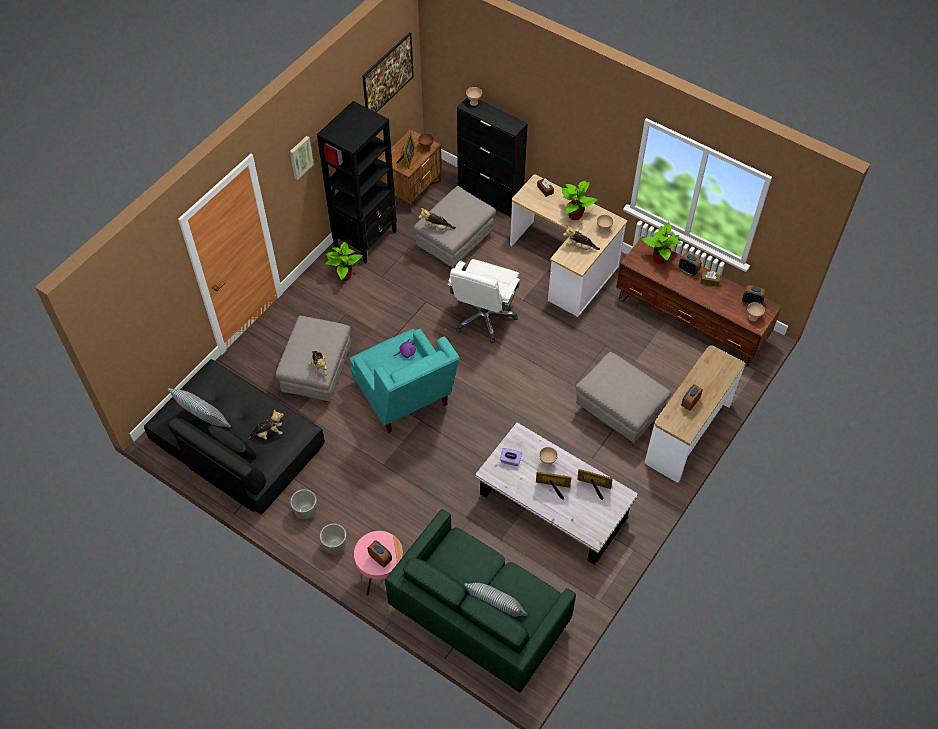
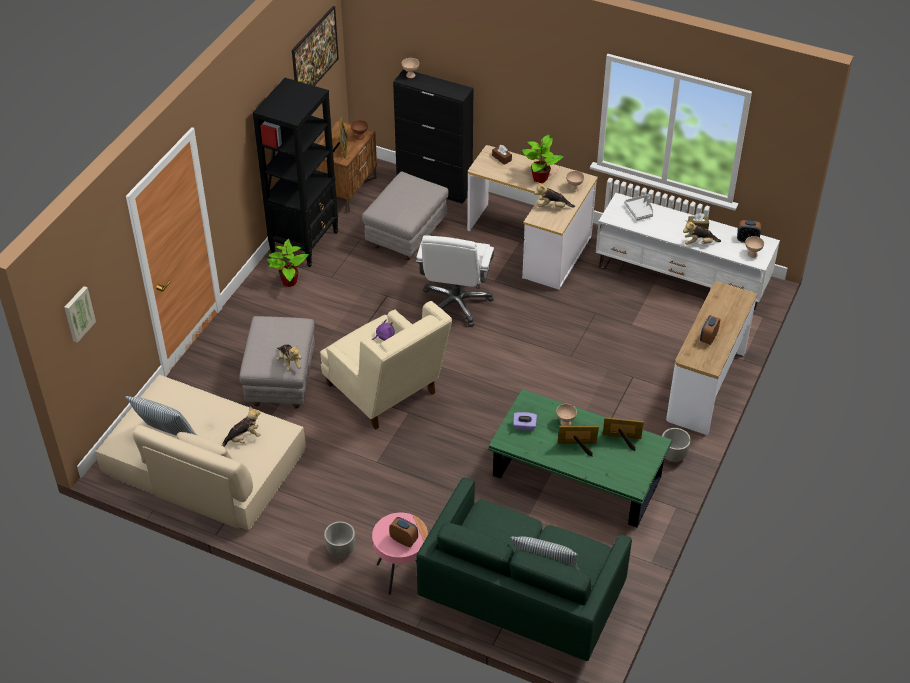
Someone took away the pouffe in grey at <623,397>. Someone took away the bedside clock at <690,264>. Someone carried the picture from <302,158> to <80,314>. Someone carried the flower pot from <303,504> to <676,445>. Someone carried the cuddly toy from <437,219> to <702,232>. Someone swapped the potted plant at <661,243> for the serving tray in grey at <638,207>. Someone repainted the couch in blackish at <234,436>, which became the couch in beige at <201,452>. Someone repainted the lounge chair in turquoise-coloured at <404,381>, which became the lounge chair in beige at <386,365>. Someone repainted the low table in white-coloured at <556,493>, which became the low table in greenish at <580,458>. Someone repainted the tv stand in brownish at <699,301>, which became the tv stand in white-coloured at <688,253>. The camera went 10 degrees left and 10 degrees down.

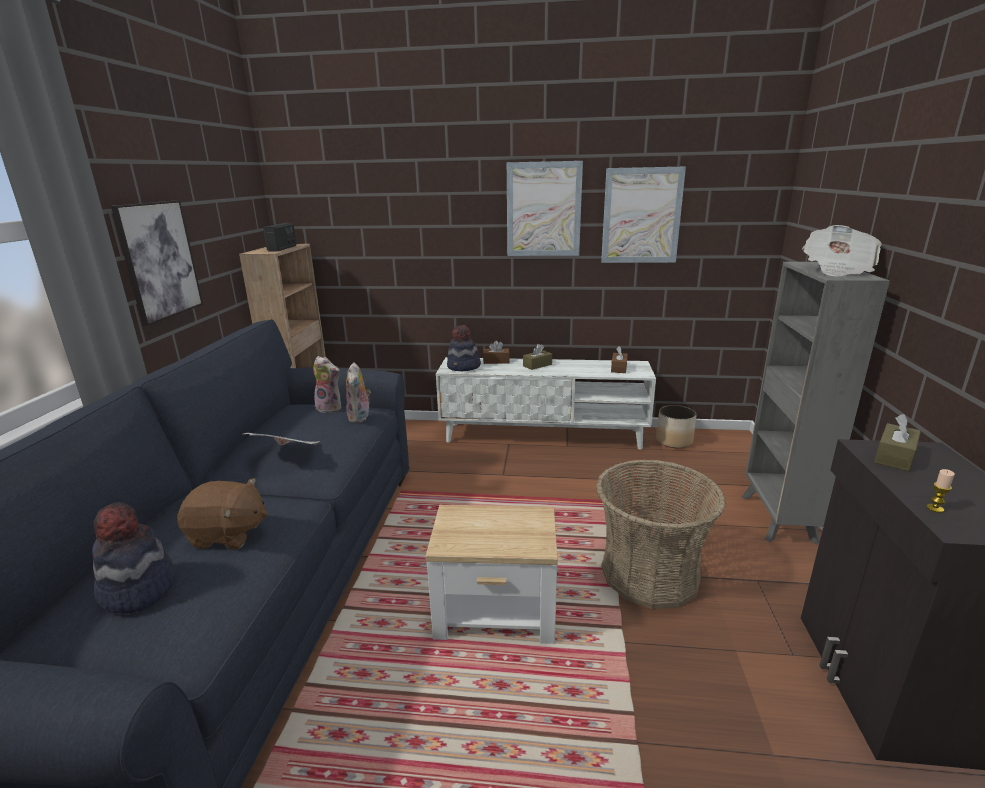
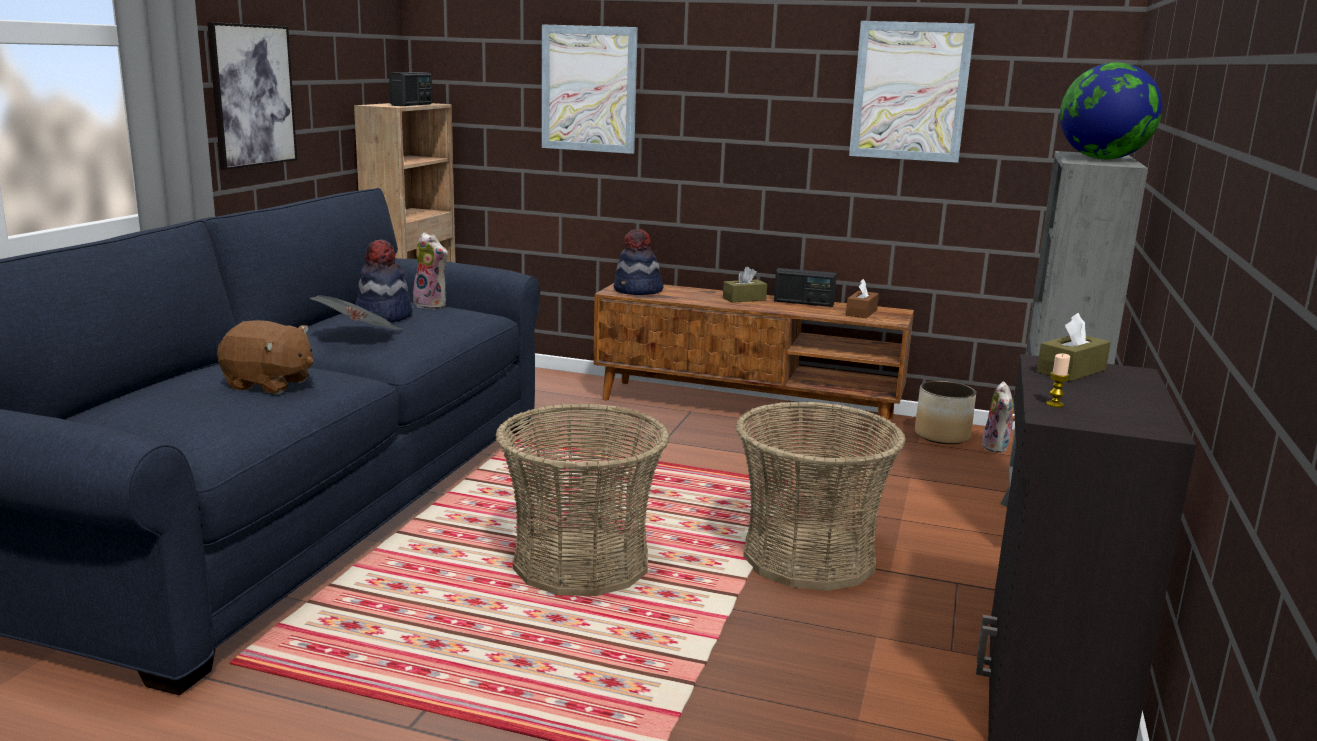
Someone took away the tissue box in brownish at <496,352>. Someone put down the radio at <805,287>. Someone carried the hat from <134,558> to <384,281>. Someone carried the cuddly toy from <358,392> to <998,417>. Someone carried the picture from <545,208> to <590,89>. Someone swapped the side table at <492,574> for the storage basket at <582,499>. Someone swapped the newspaper at <842,250> for the world globe at <1111,111>. Someone repainted the tv stand in white-coloured at <546,403>, which became the tv stand in brownish at <753,361>. The camera went 10 degrees right and 5 degrees down.

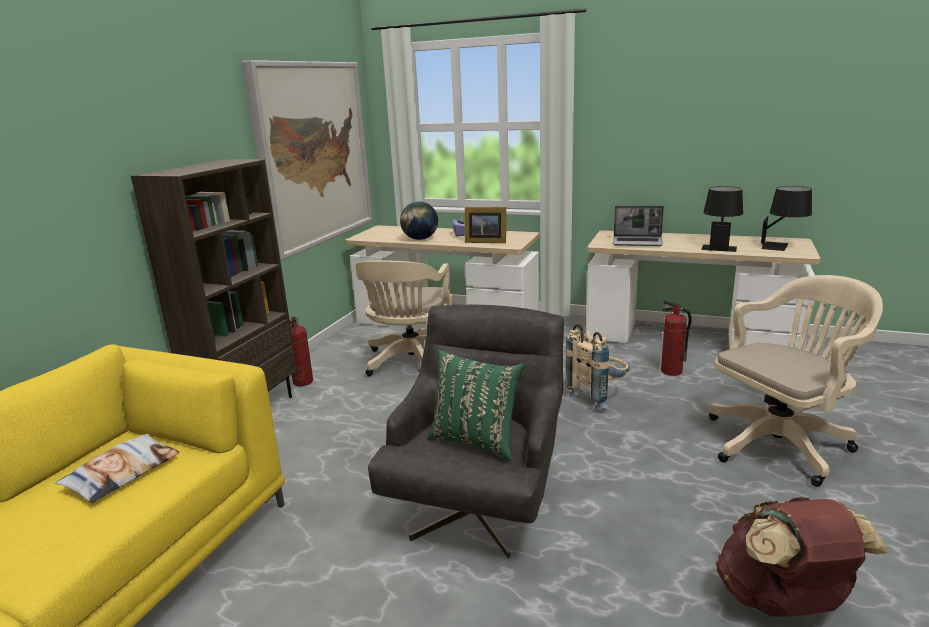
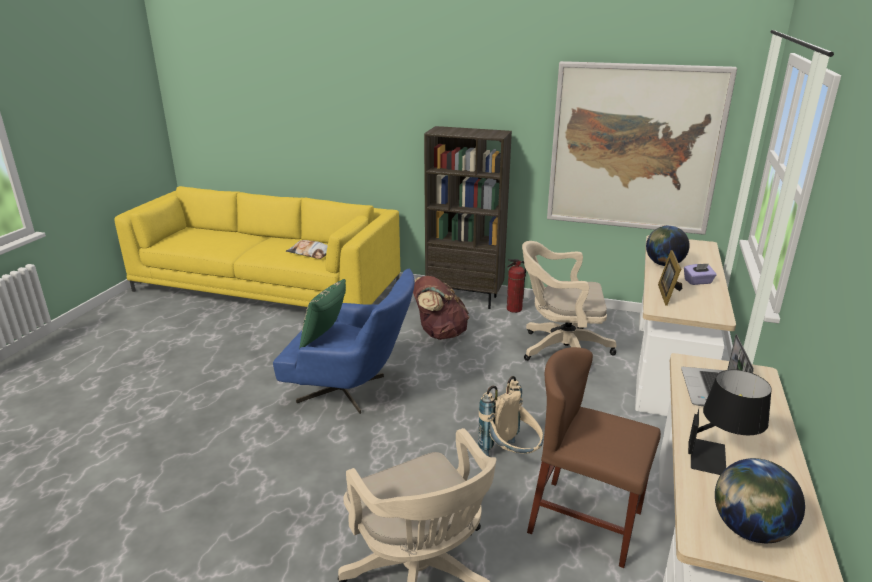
Someone carried the rucksack in brownish from <802,556> to <441,308>. Someone swapped the extinguisher at <676,338> for the upright chair in brownish at <594,457>. Someone swapped the tabletop lamp in blackish at <786,218> for the world globe at <760,500>. Someone repainted the lounge chair in grey at <466,431>, which became the lounge chair in bluish at <344,341>. The camera went 85 degrees right and 5 degrees up.

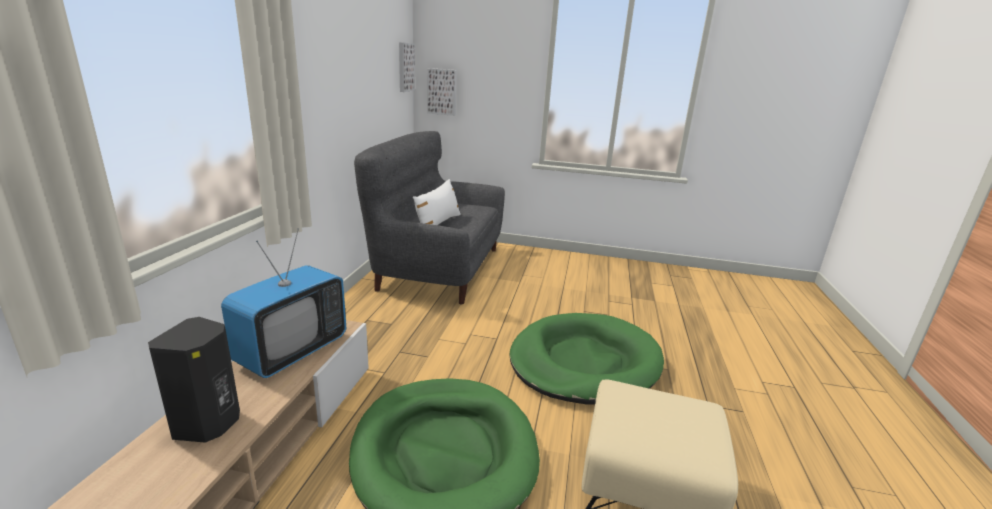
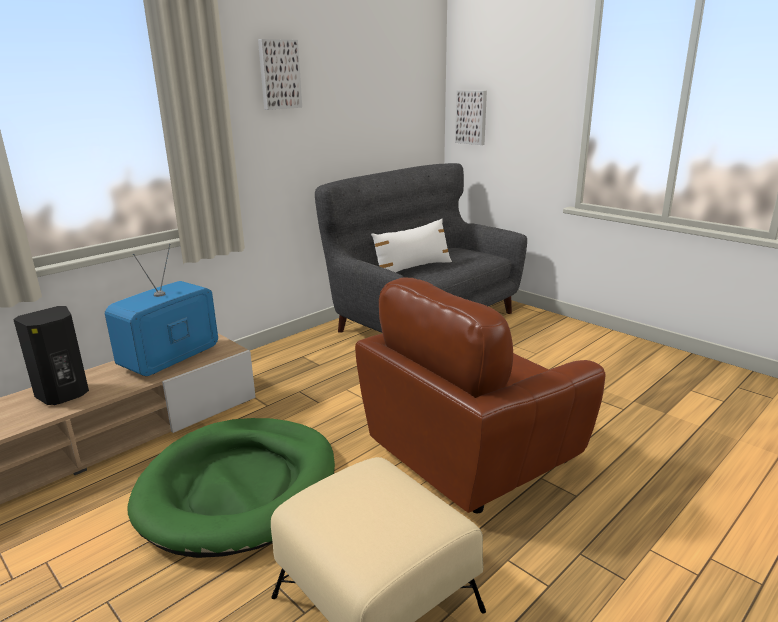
Someone carried the picture from <407,67> to <280,74>. Someone swapped the dog cushion in greenish at <587,359> for the lounge chair in brownish at <480,395>. Someone rotated the television at <283,303> by 150 degrees clockwise. The camera went 35 degrees right and 0 degrees up.

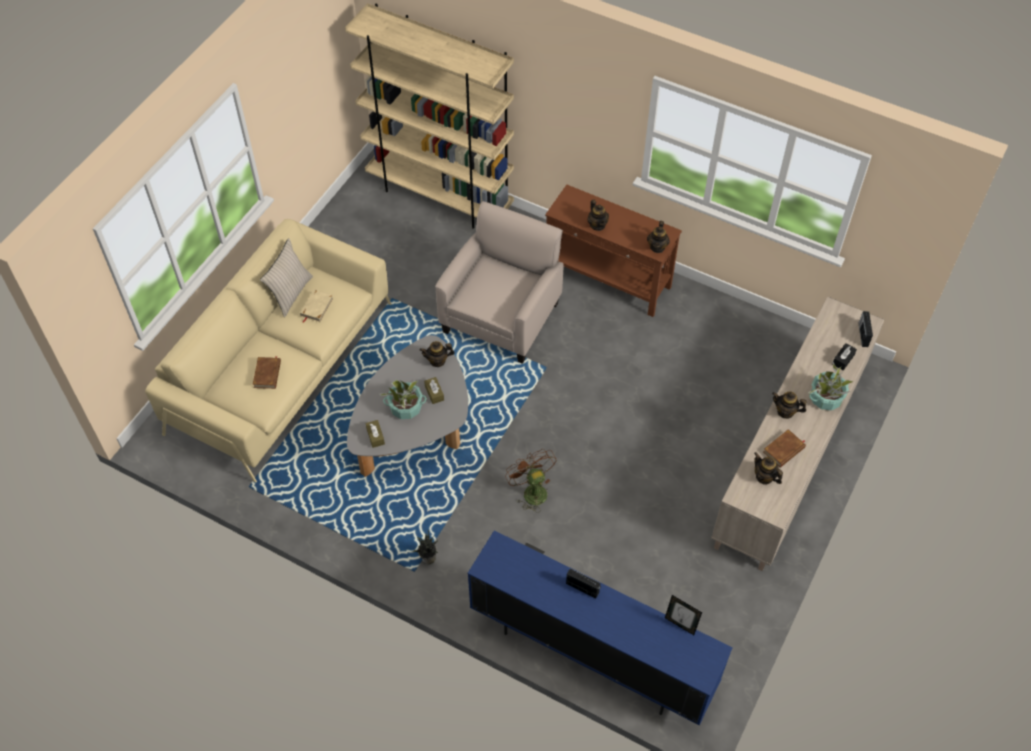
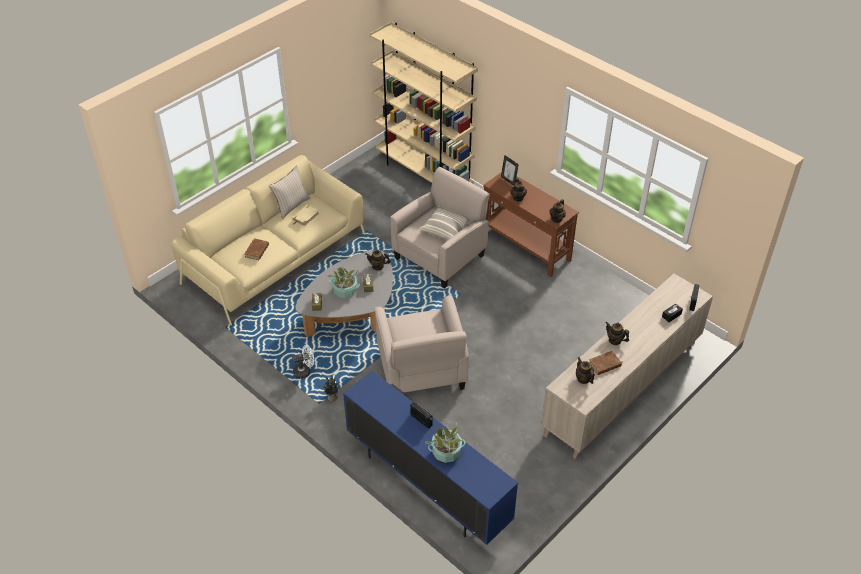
Someone put down the cooling fan in white-coloured at <303,362>. Someone put down the throw pillow at <444,223>. Someone carried the standing frame from <683,615> to <510,170>. Someone carried the potted plant from <831,386> to <445,443>. Someone swapped the cooling fan in brownish at <530,481> for the lounge chair in beige at <422,344>. The camera went 15 degrees right and 10 degrees down.

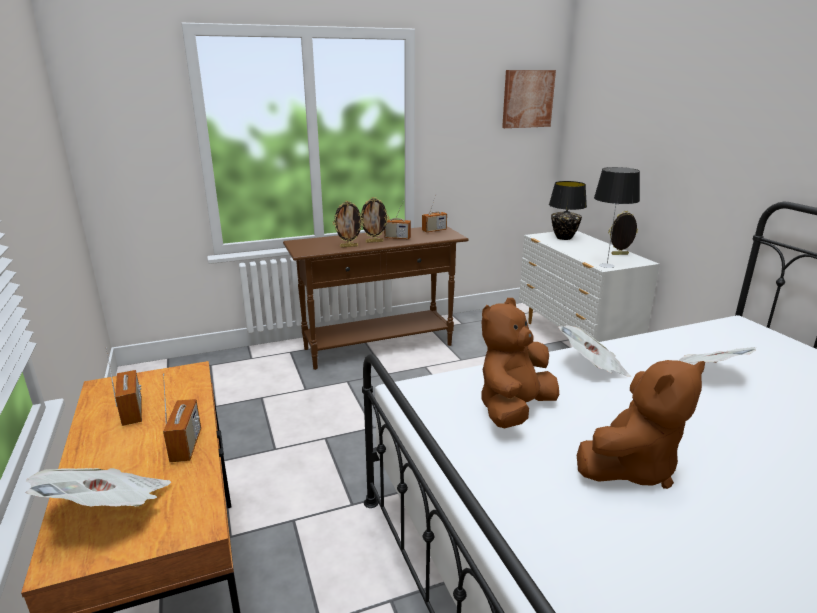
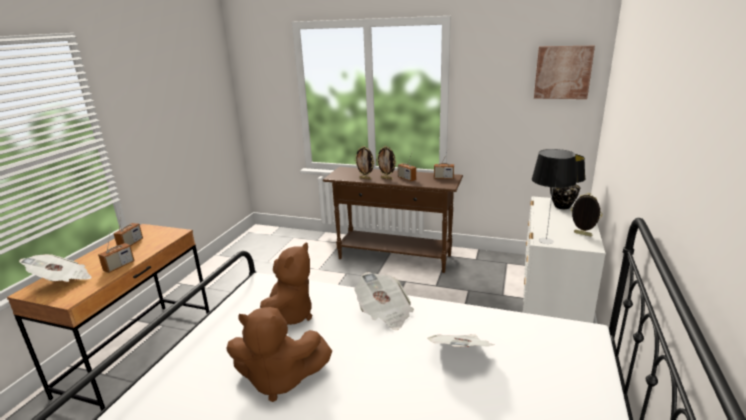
Someone rotated the cuddly toy in brownish at <520,363> by 120 degrees clockwise. The camera went 40 degrees right and 0 degrees up.

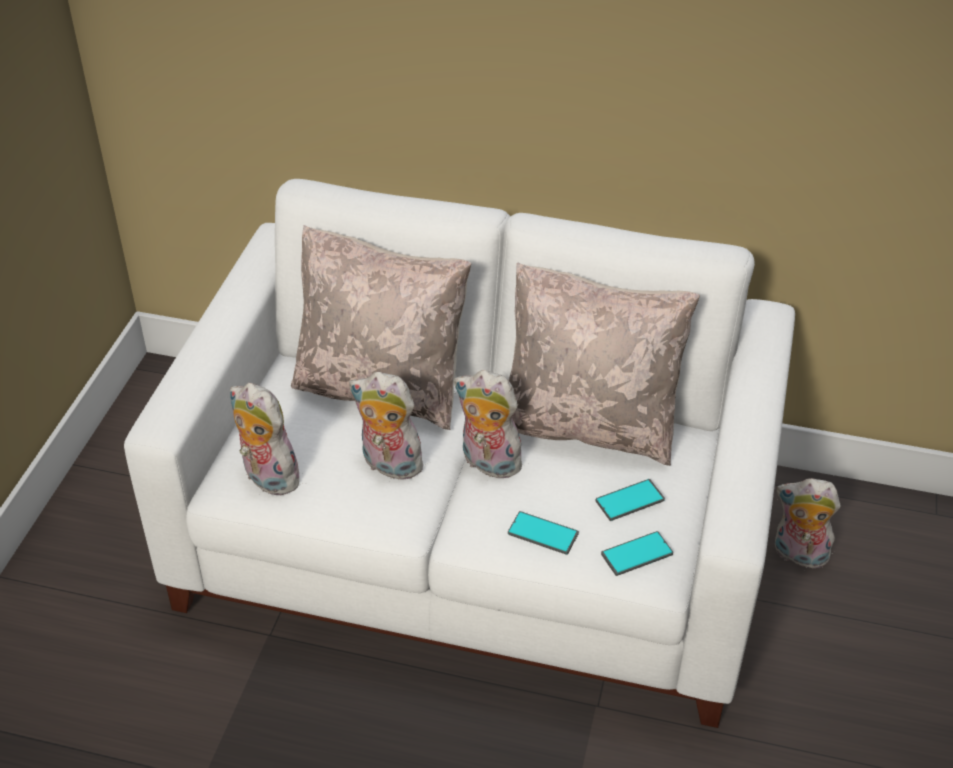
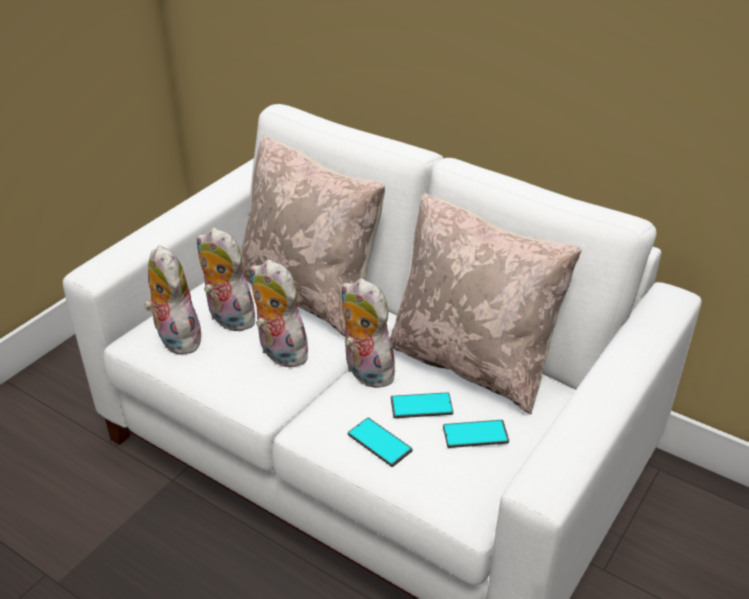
Someone carried the handset from <637,553> to <422,405>. Someone carried the cuddly toy from <808,523> to <226,279>. The camera went 20 degrees right and 5 degrees down.

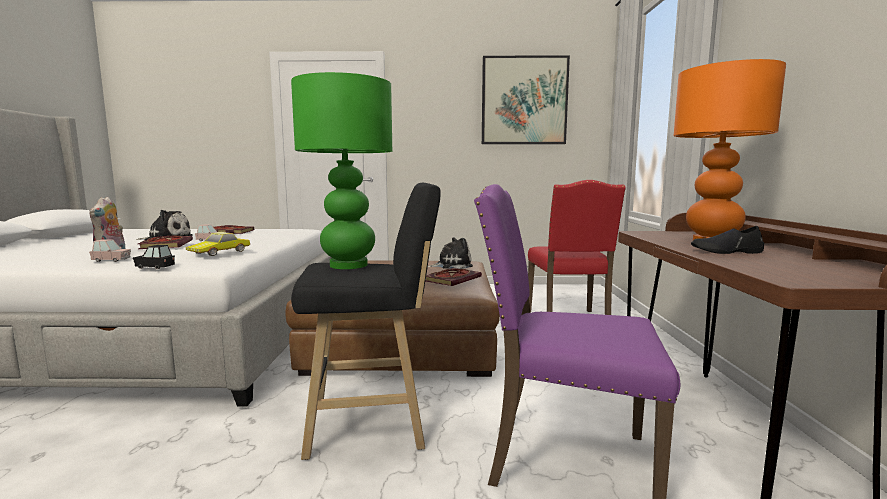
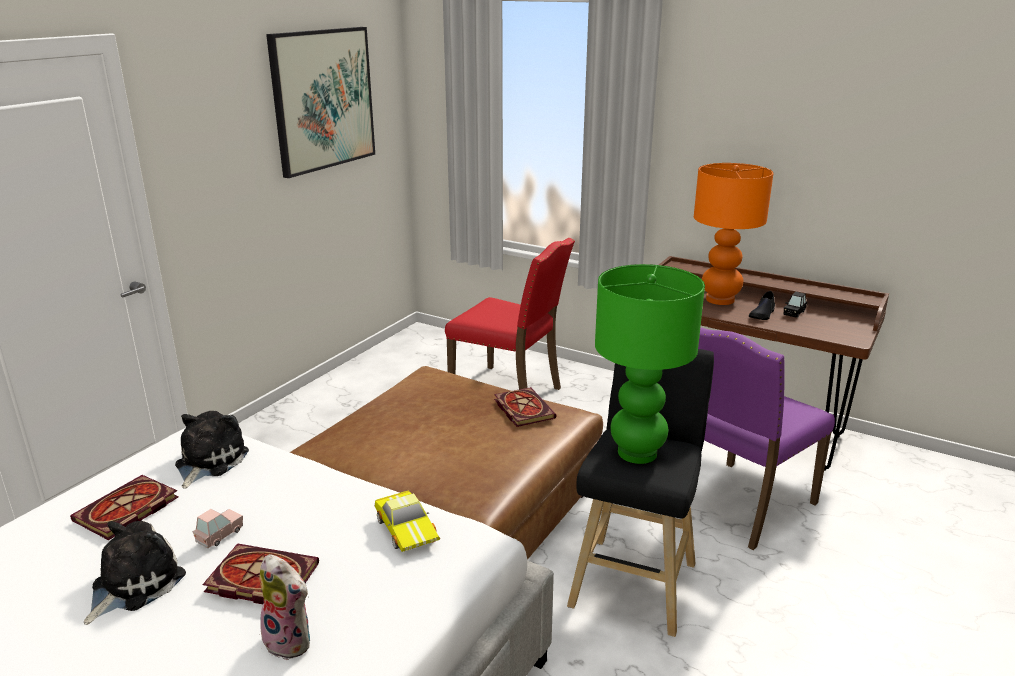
Someone took away the model car in pink-coloured at <110,250>. Someone carried the model car in blackish from <154,257> to <795,305>. Someone carried the cuddly toy from <450,253> to <212,450>. The camera went 60 degrees left and 15 degrees up.

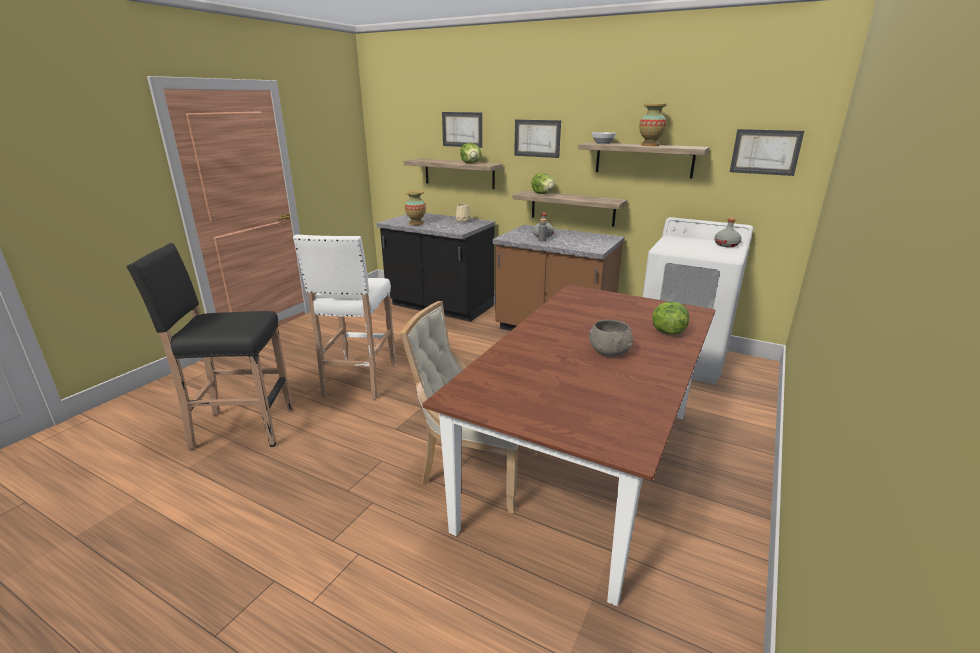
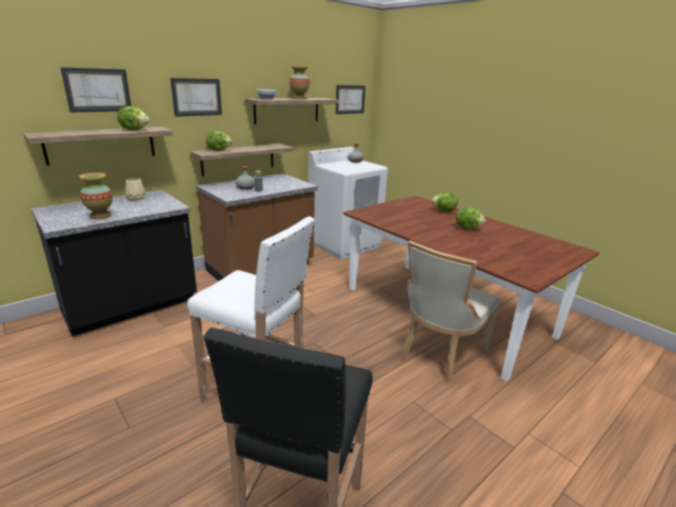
Someone swapped the bowl in grey at <611,338> for the head of lettuce at <470,218>. The camera went 70 degrees left and 0 degrees up.

